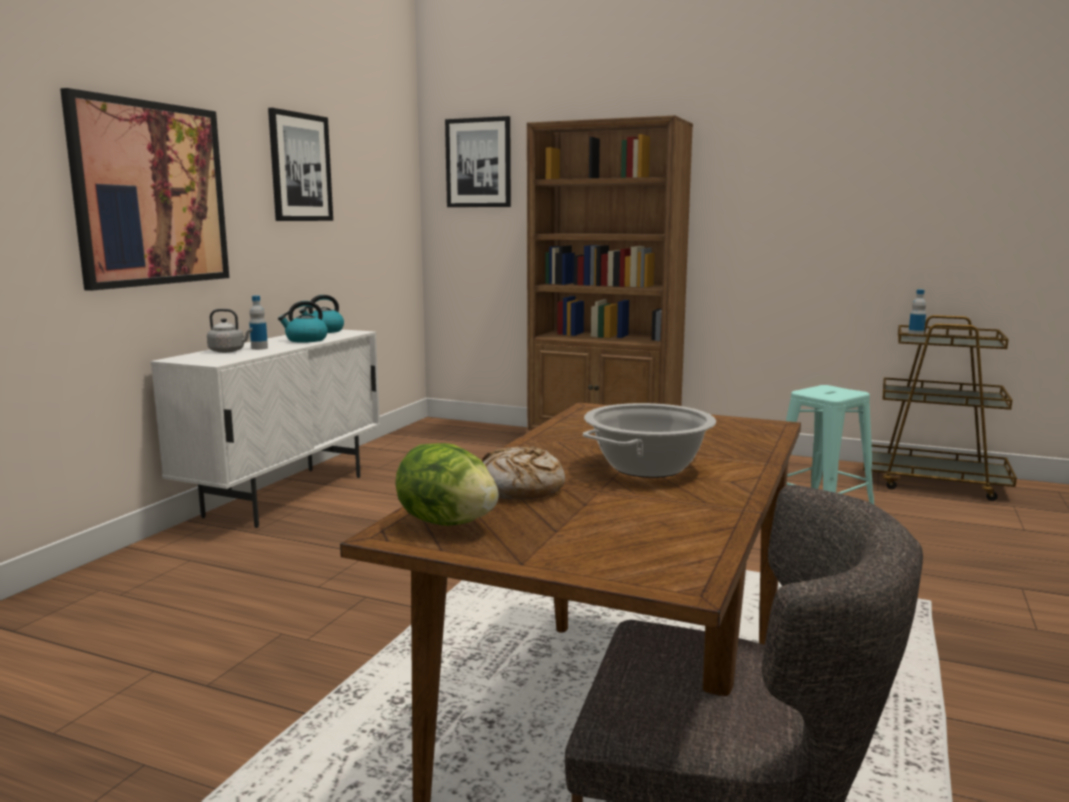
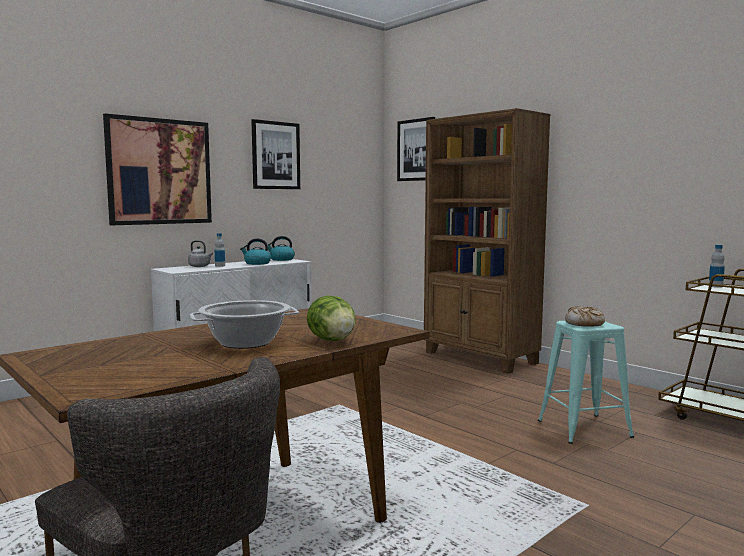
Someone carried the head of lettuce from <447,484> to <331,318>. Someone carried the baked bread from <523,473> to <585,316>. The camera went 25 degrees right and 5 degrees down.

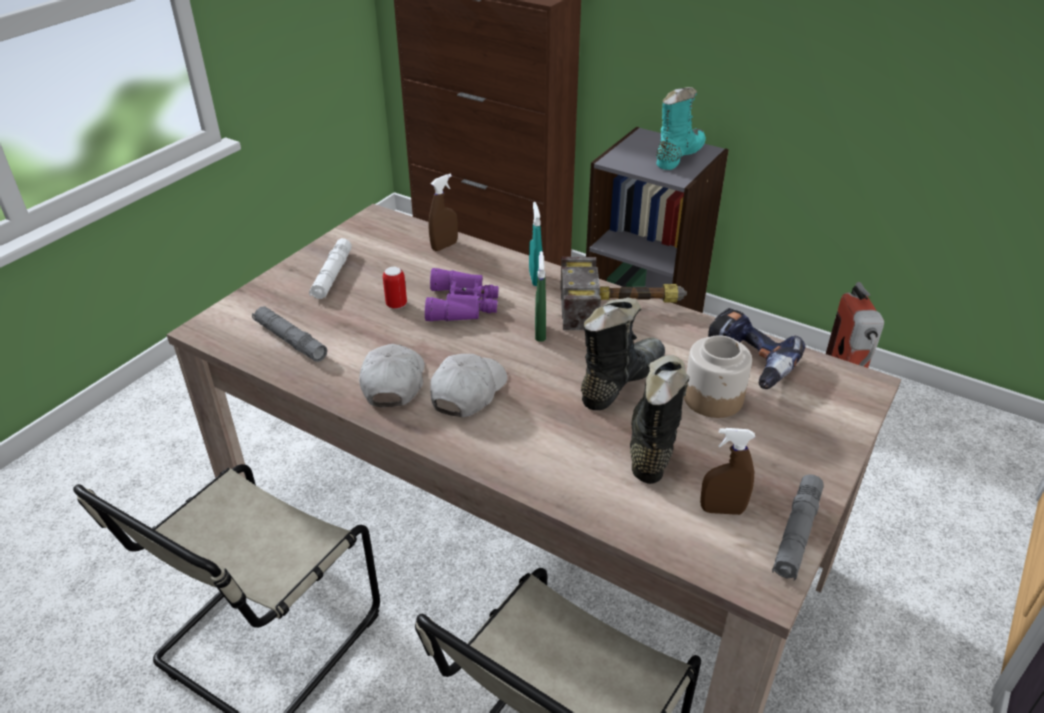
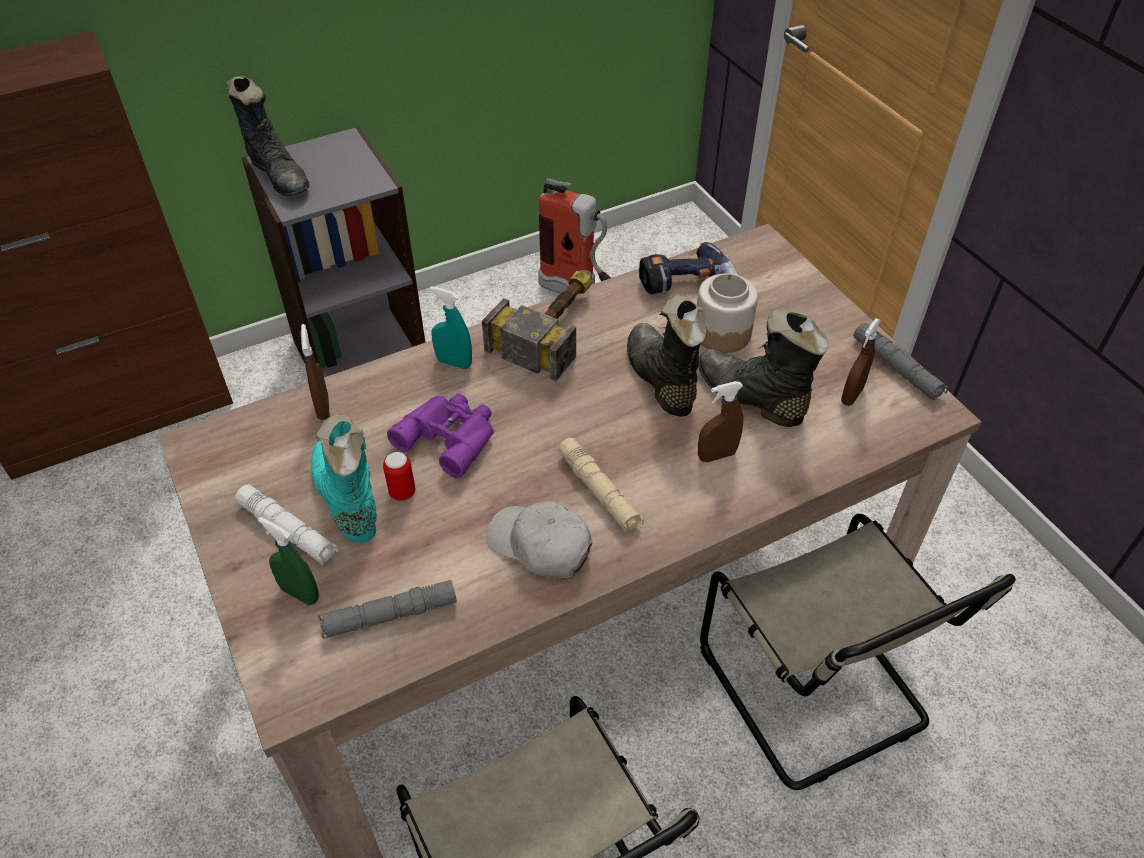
Someone put down the boot in blackish at <268,136>. Someone put down the spray bottle in brownish at <720,421>. Someone carried the spray bottle in greenish from <540,296> to <288,561>. Someone carried the boot in turquoise-coloured from <681,128> to <344,478>. Someone swapped the cap in white-coloured at <469,385> for the hand torch in beige at <601,485>. The camera went 60 degrees left and 10 degrees up.

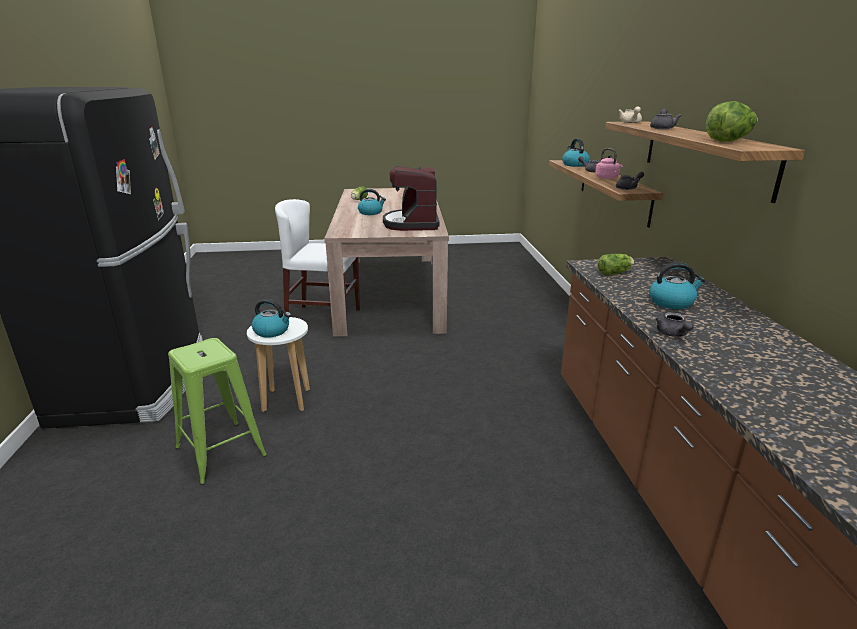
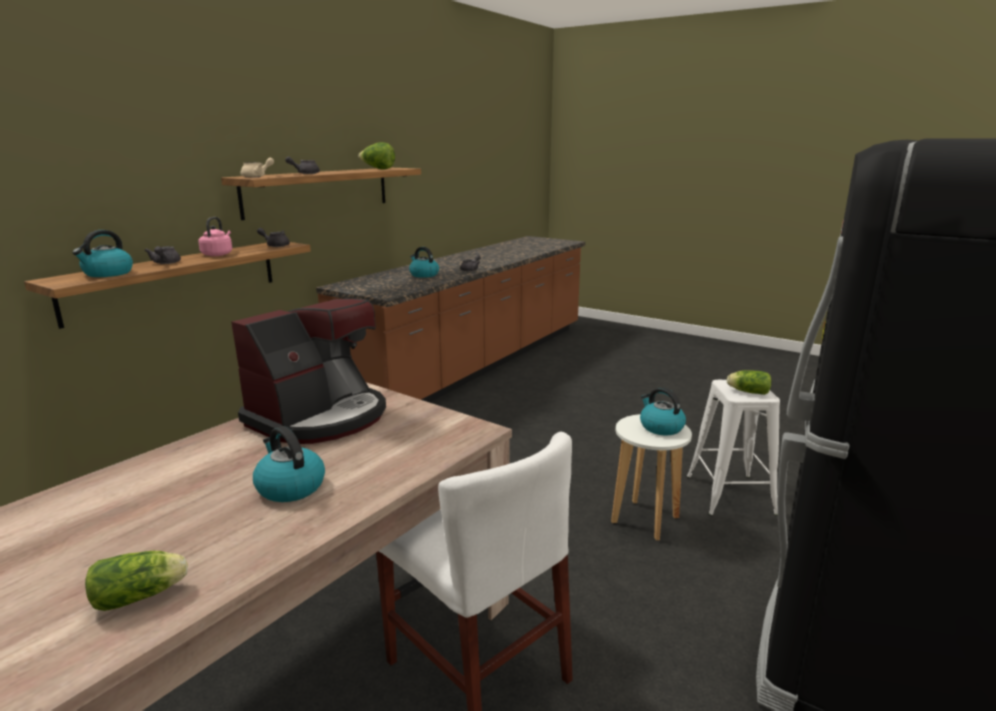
Someone carried the head of lettuce from <616,264> to <749,382>. Someone repainted the sitting stool in greenish at <217,411>, which became the sitting stool in white-coloured at <733,448>. The camera went 140 degrees left and 5 degrees down.

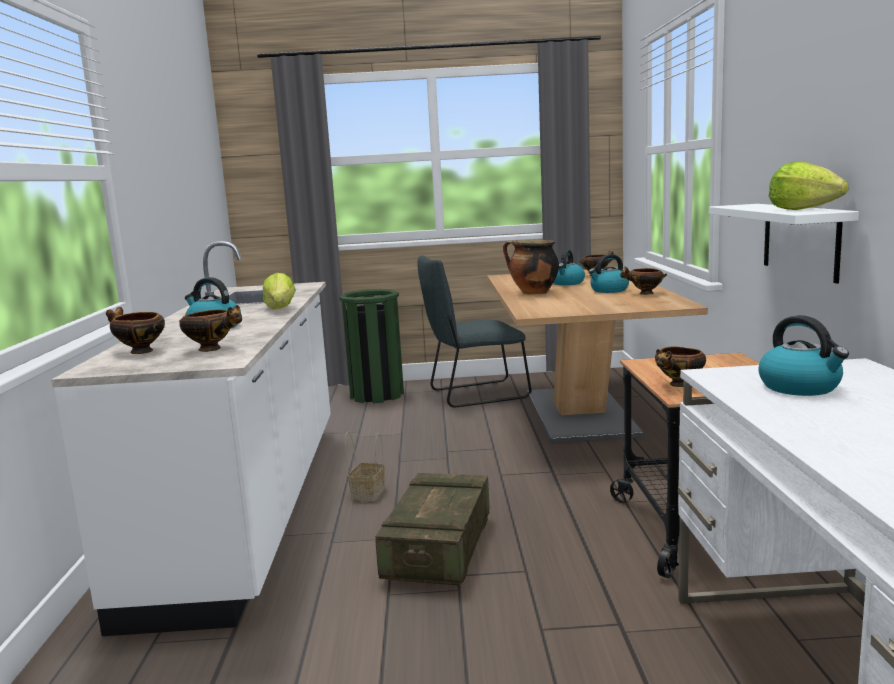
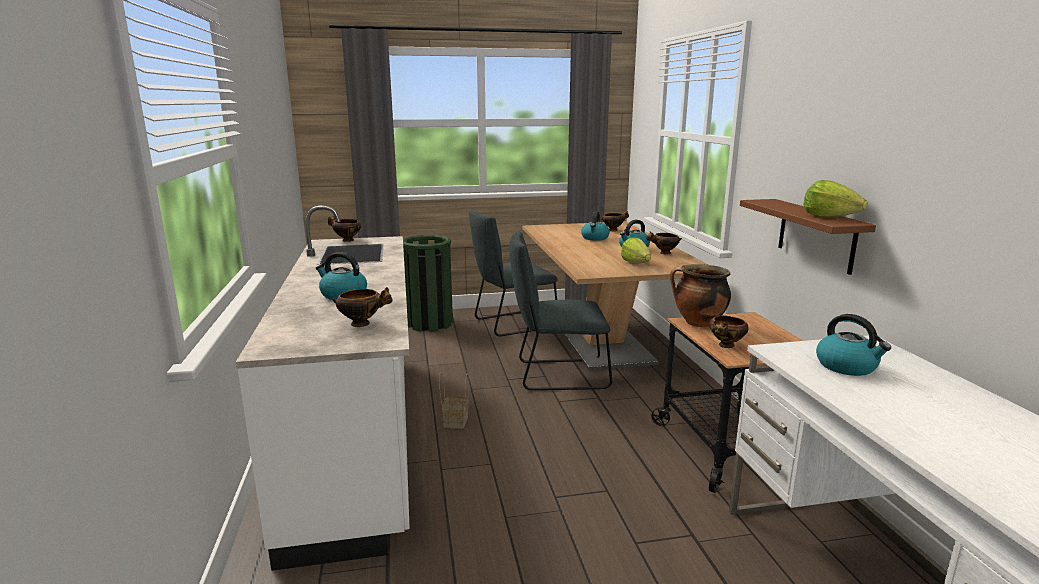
Someone took away the shipping crate at <432,529>. Someone put down the upright chair in grey at <560,310>. Someone carried the bowl from <135,330> to <344,229>. Someone carried the head of lettuce from <279,291> to <636,250>. Someone carried the stockpot from <531,267> to <700,295>. Someone repainted the bracket shelf in white-coloured at <784,244>, which became the bracket shelf in brownish at <808,237>. The camera went 10 degrees left and 5 degrees up.

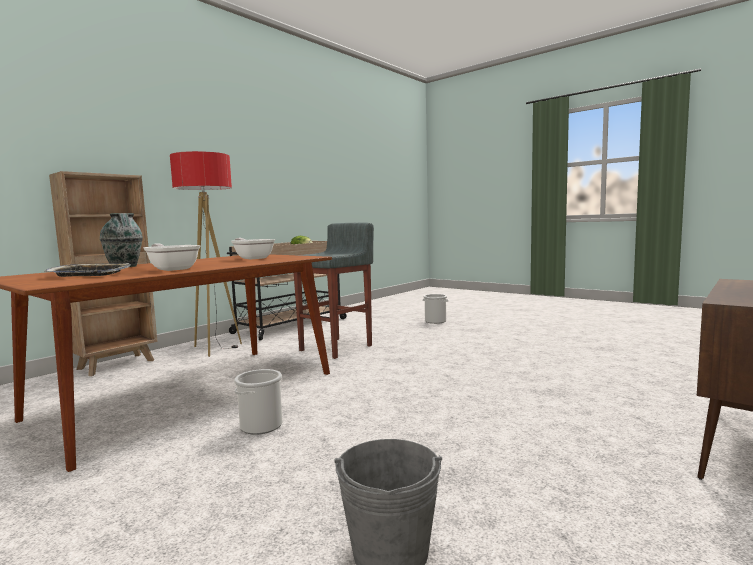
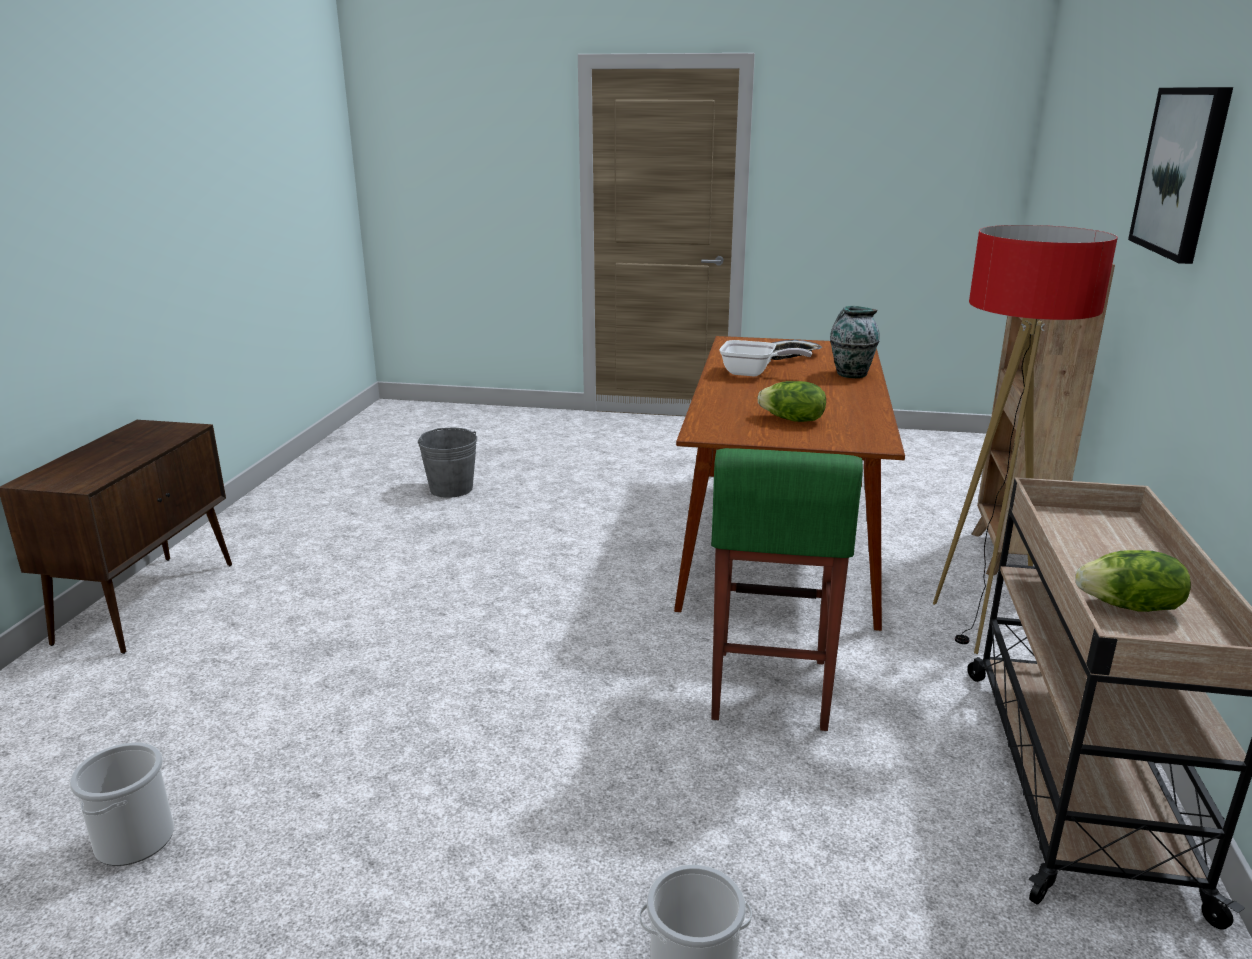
Someone put up the picture at <1180,175>. Someone carried the pail from <258,402> to <122,804>. Someone swapped the pan at <253,248> for the head of lettuce at <792,401>. Someone repainted the sitting stool in grey at <334,290>, which became the sitting stool in greenish at <787,589>. The camera went 150 degrees right and 15 degrees up.

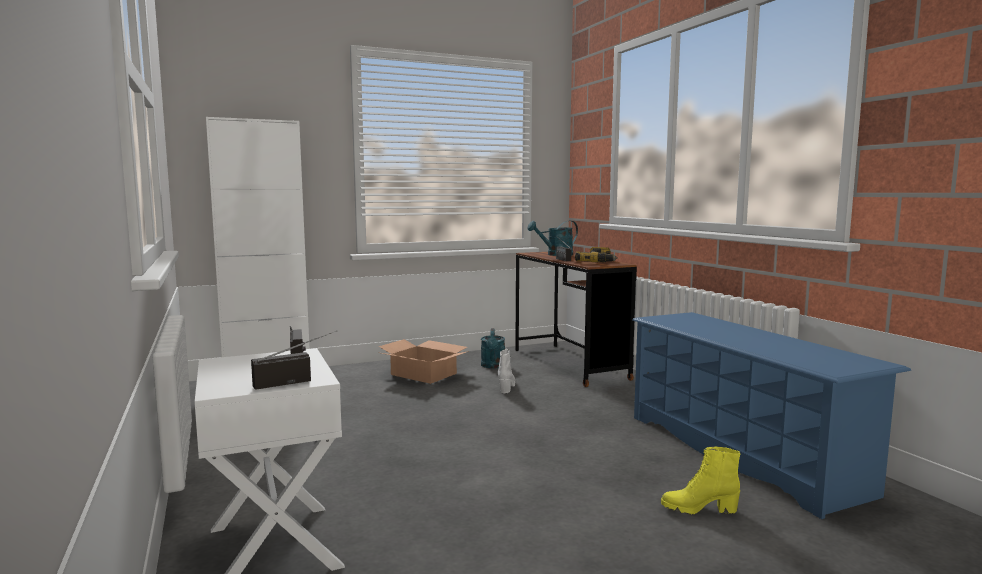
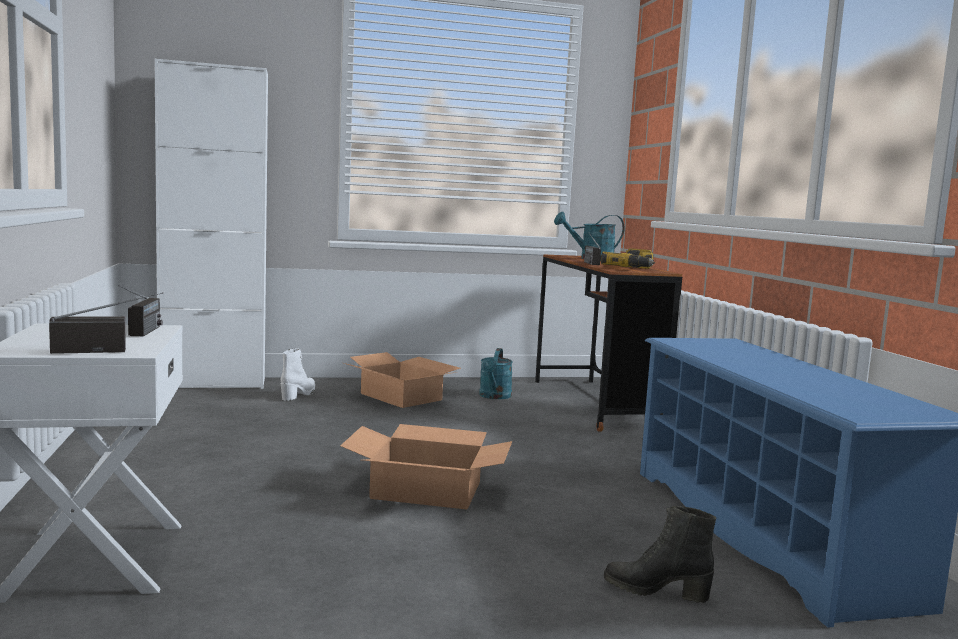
Someone put down the packing box at <426,466>. Someone carried the boot in white-coloured from <506,371> to <298,374>. Someone repainted the boot in yellow-coloured at <701,480>, which became the boot in blackish at <660,554>. The camera went 10 degrees right and 0 degrees up.

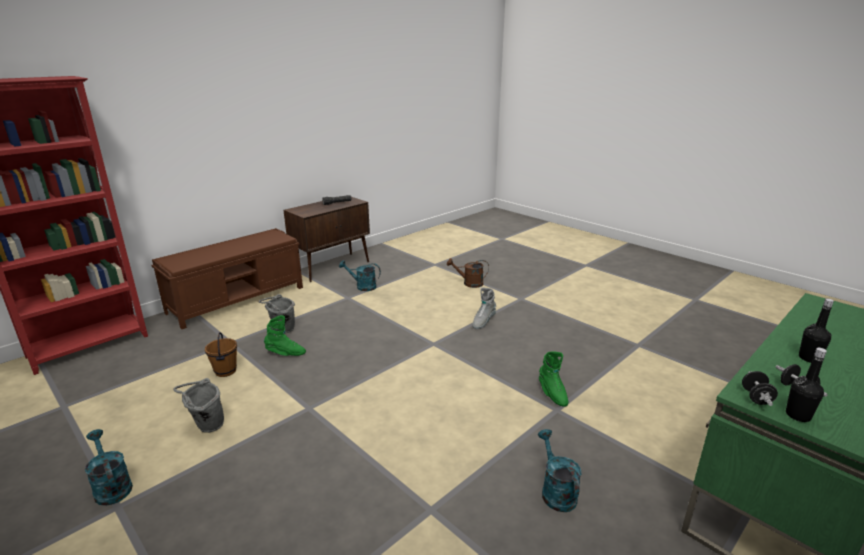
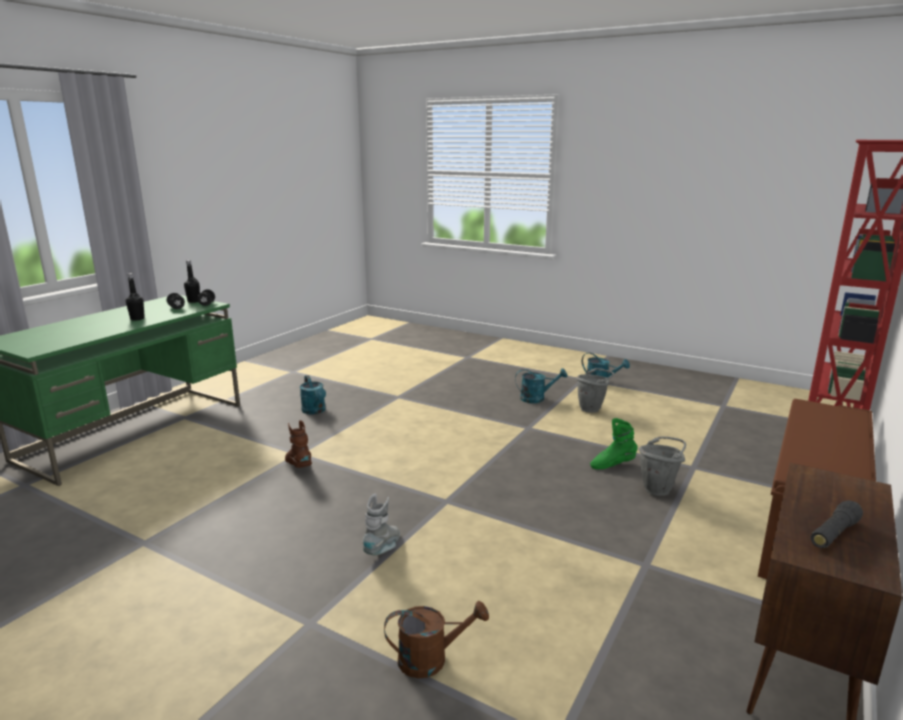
Someone took away the pail in brownish at <221,354>. Someone carried the sprinkling can in turquoise-coloured from <360,275> to <541,385>. Someone repainted the boot in greenish at <553,379>, which became the boot in brownish at <298,444>. The camera went 165 degrees right and 5 degrees down.

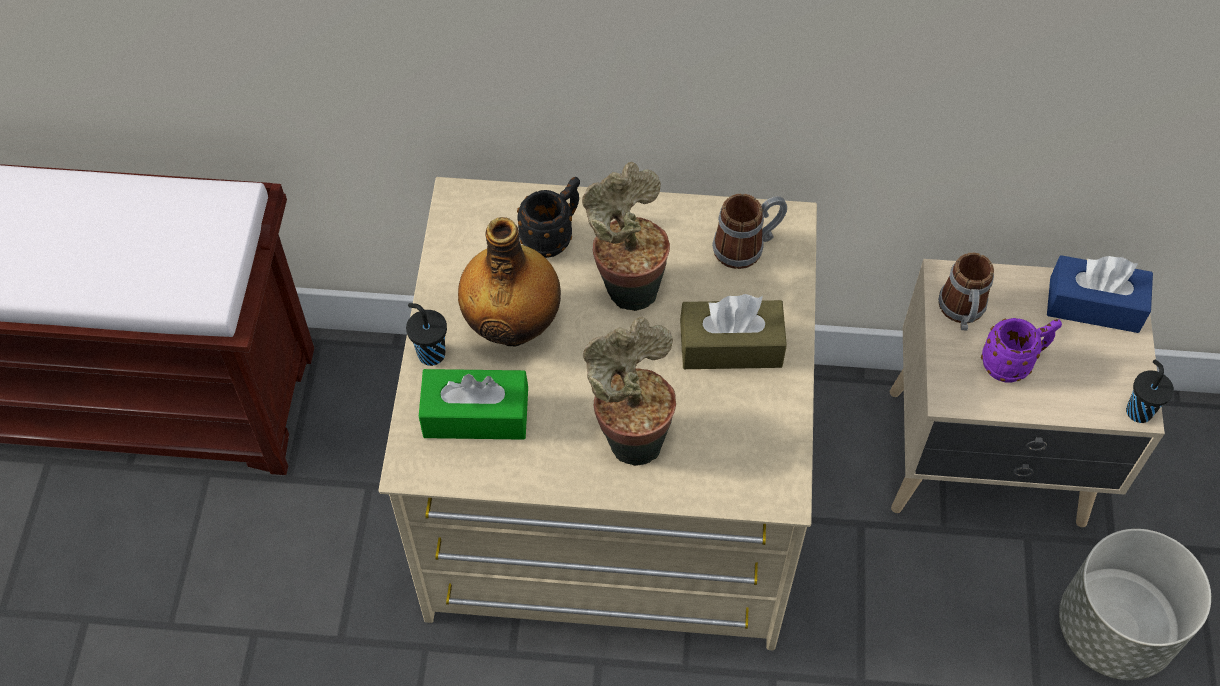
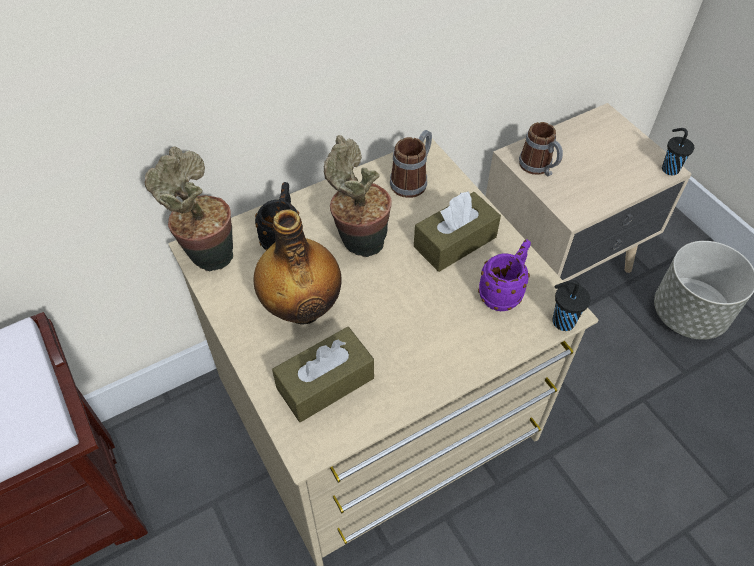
Someone took away the tissue box in bluish at <1100,294>. Someone carried the small cup in blackish from <426,334> to <571,305>. Someone carried the potted plant from <629,391> to <188,209>. Someone carried the coffee mug in purple from <1021,350> to <504,275>. Someone repainted the tissue box in greenish at <473,404>, which became the tissue box in brownish at <323,374>. The camera went 35 degrees left and 5 degrees down.

